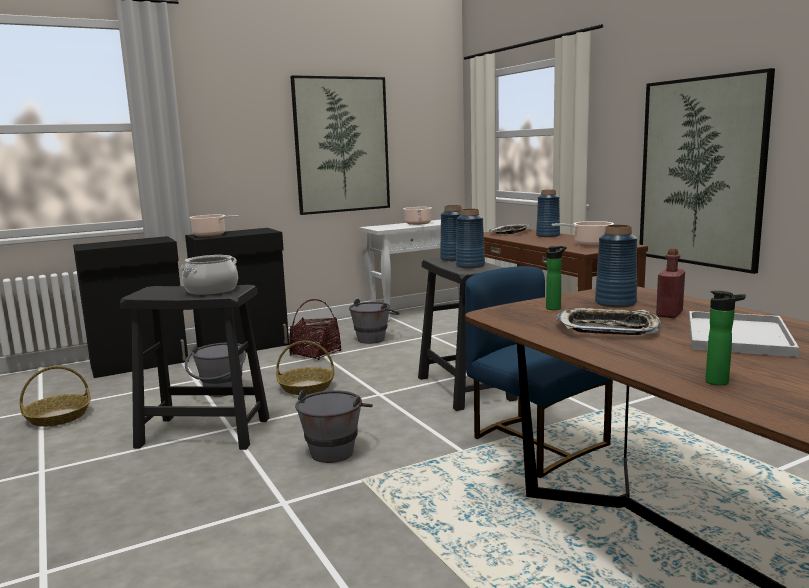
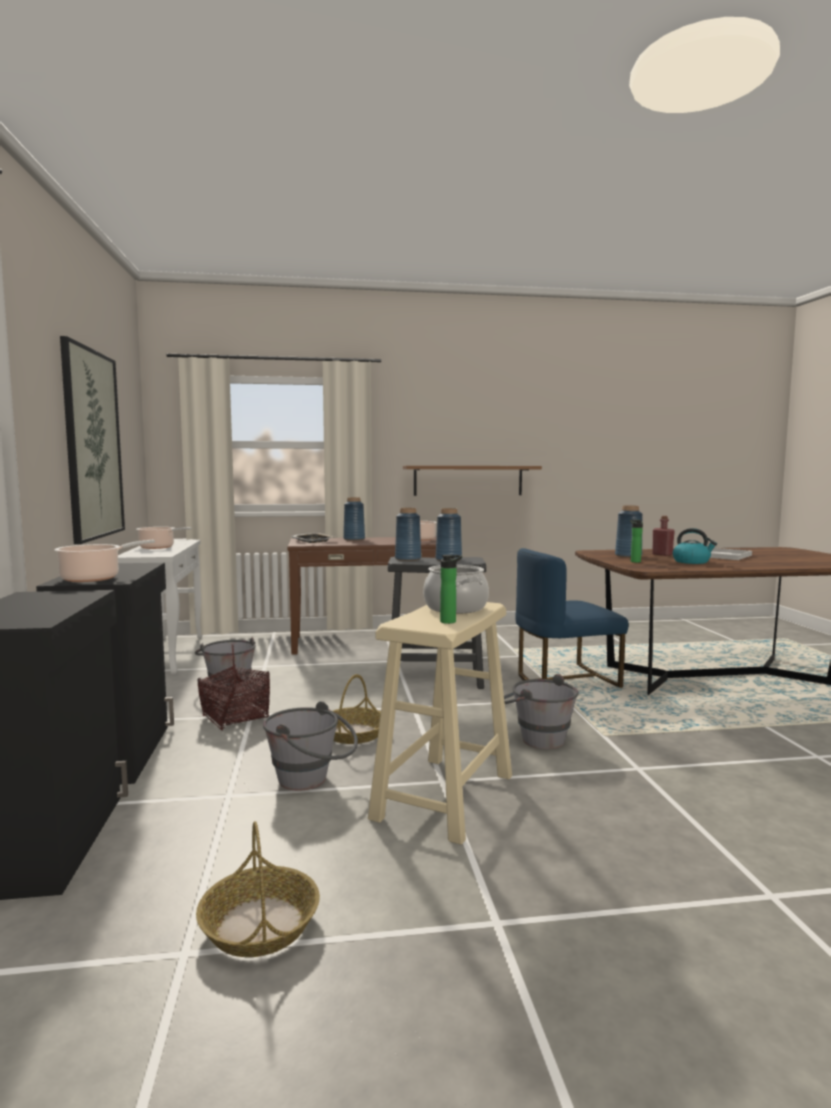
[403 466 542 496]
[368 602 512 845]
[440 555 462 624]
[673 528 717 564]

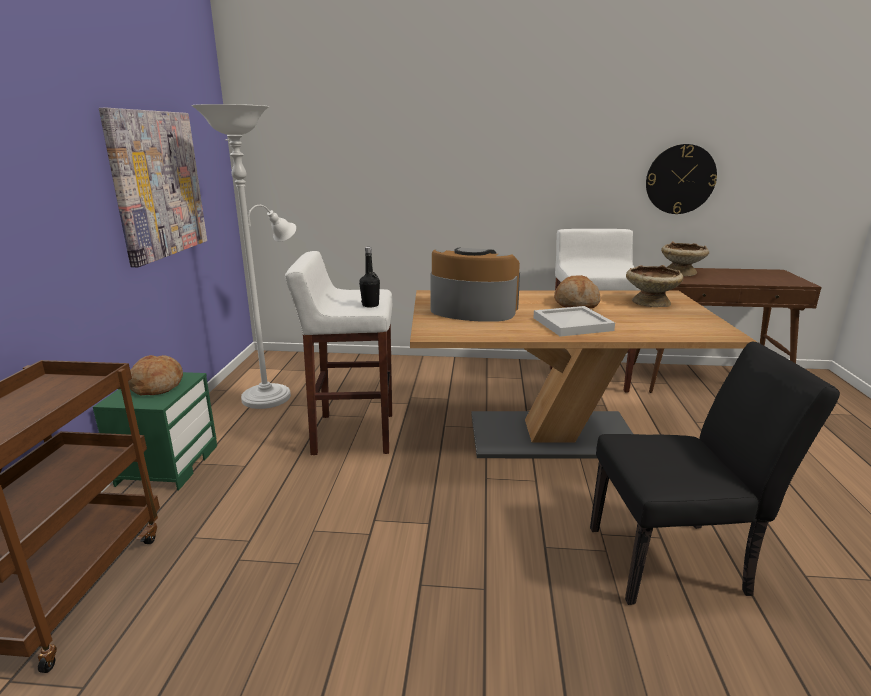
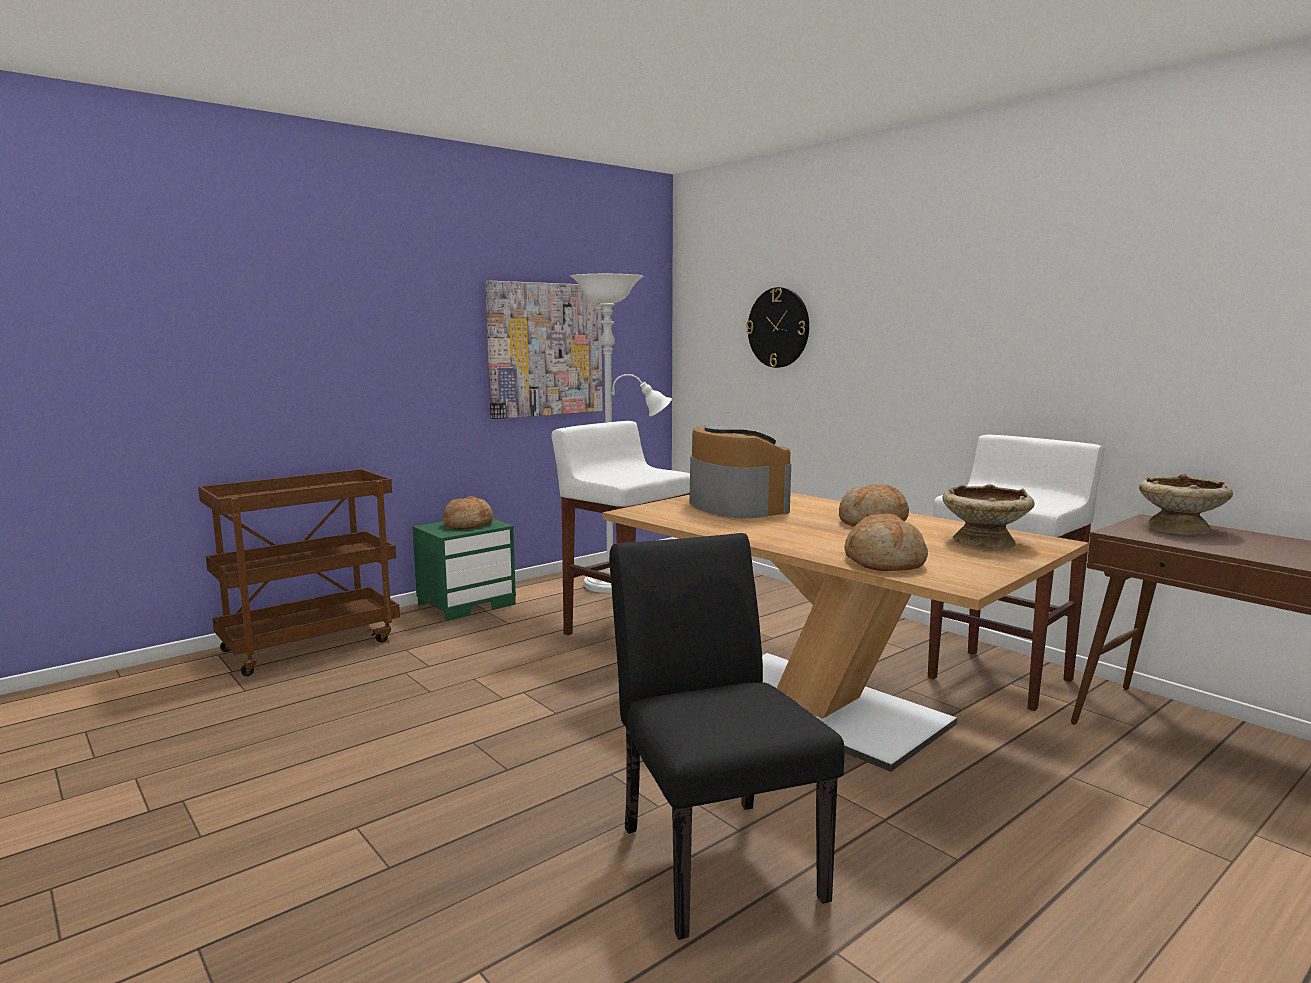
[746 287 809 368]
[359 247 380 308] (first image)
[533 306 615 337] (first image)
[609 533 844 940]
[845 513 928 571]

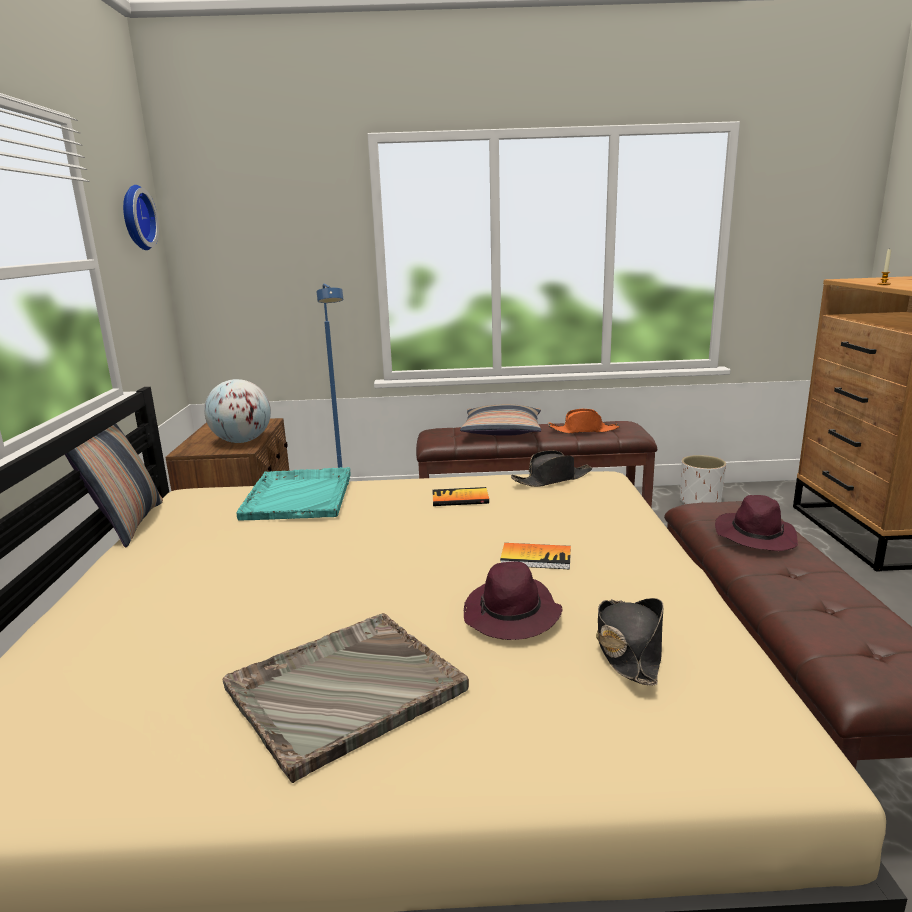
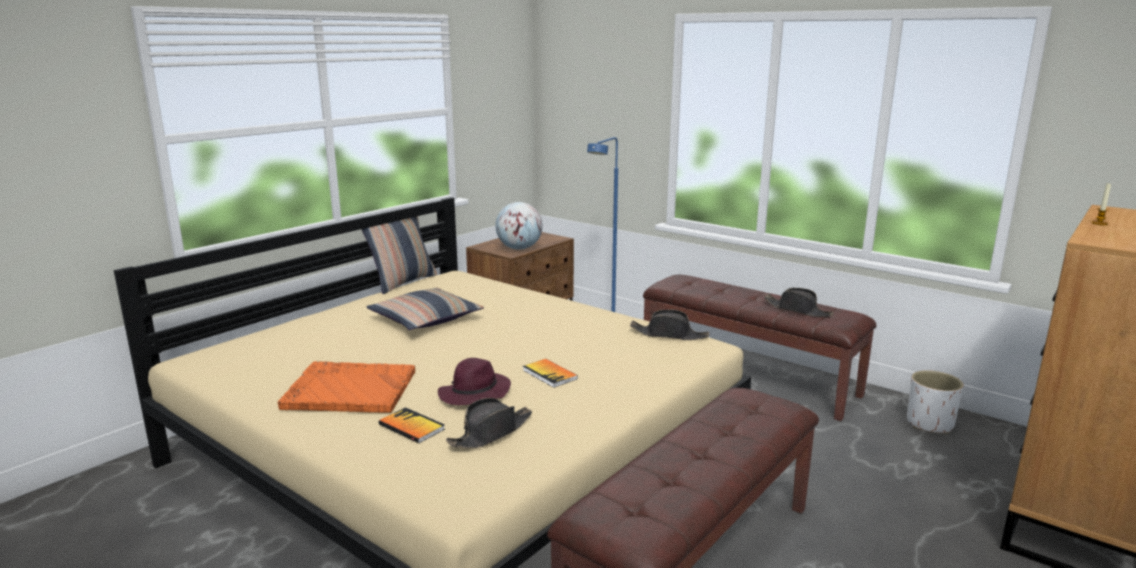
[123 185 159 250] (first image)
[366 288 484 330]
[764 288 834 317]
[236 467 351 521] (first image)
[379 407 445 443]
[715 495 798 551] (first image)
[277 361 415 413]

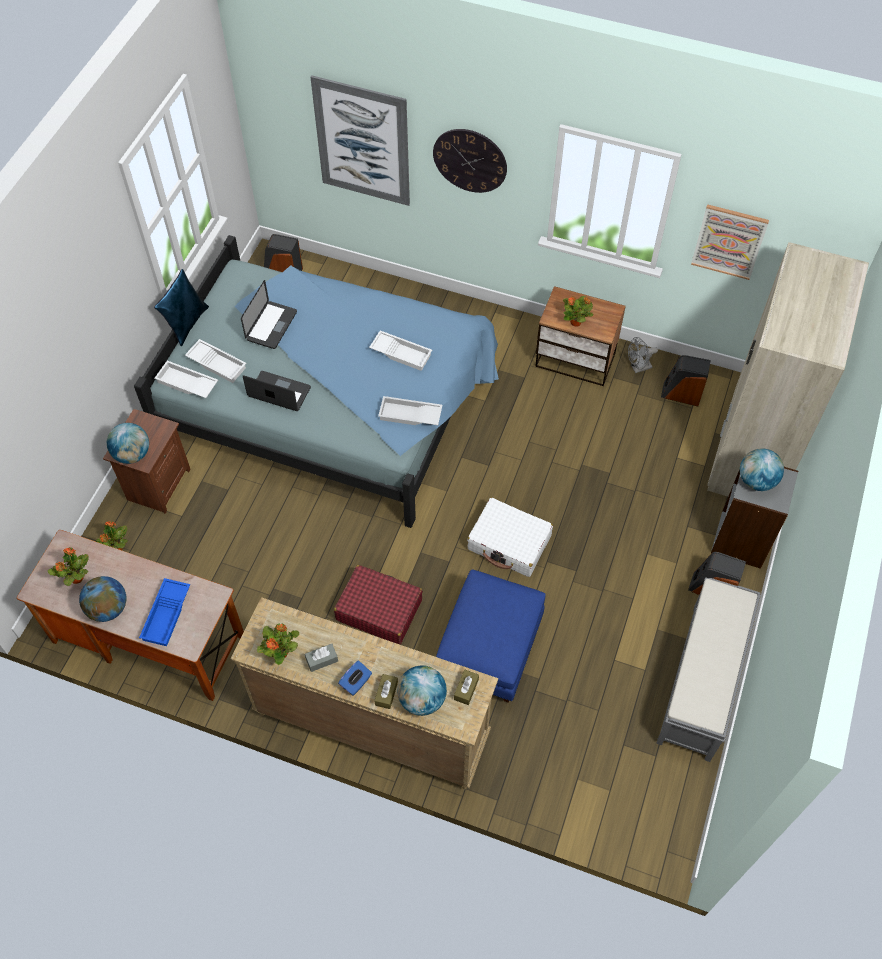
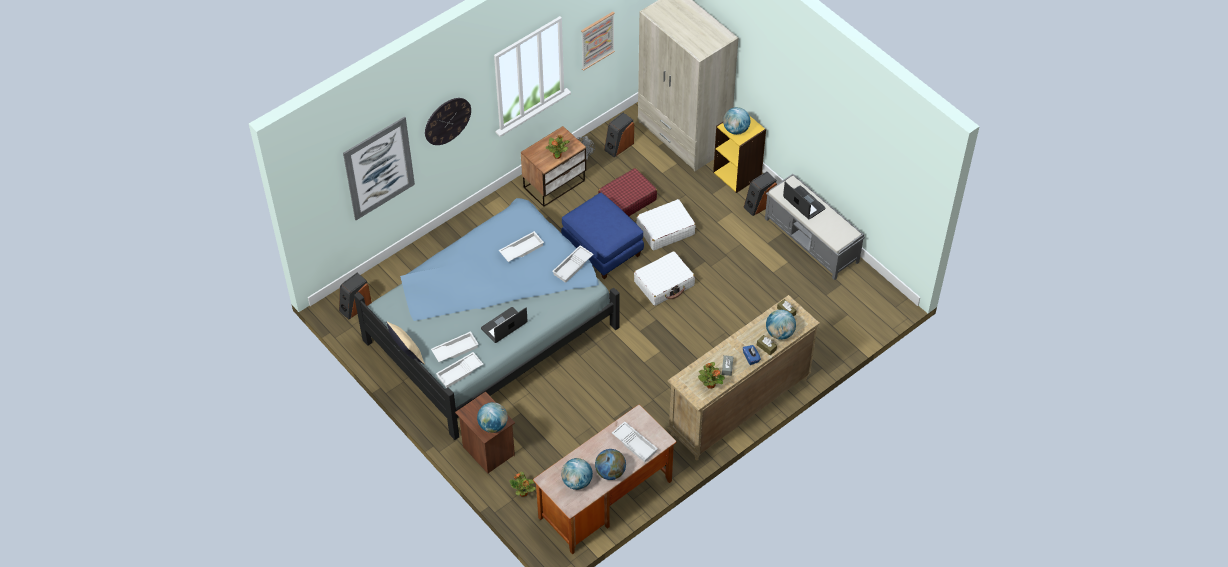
[386 321 425 364]
[783 182 825 220]
[713 115 766 193]
[561 458 593 490]
[598 168 657 216]
[561 193 644 279]
[612 421 658 462]
[637 199 696 251]

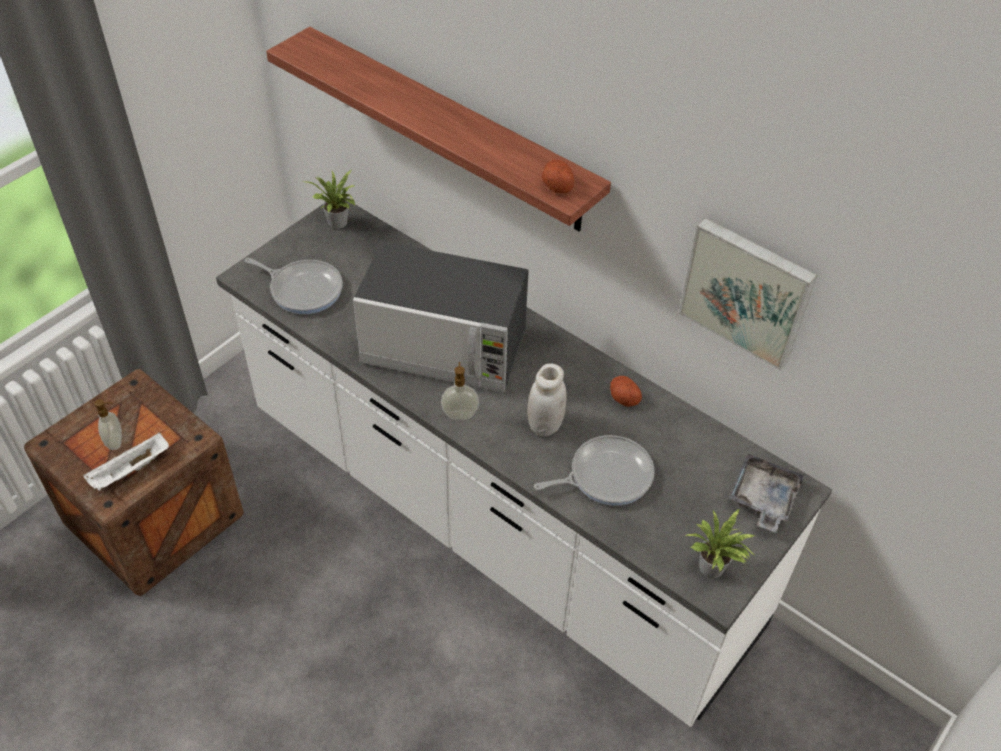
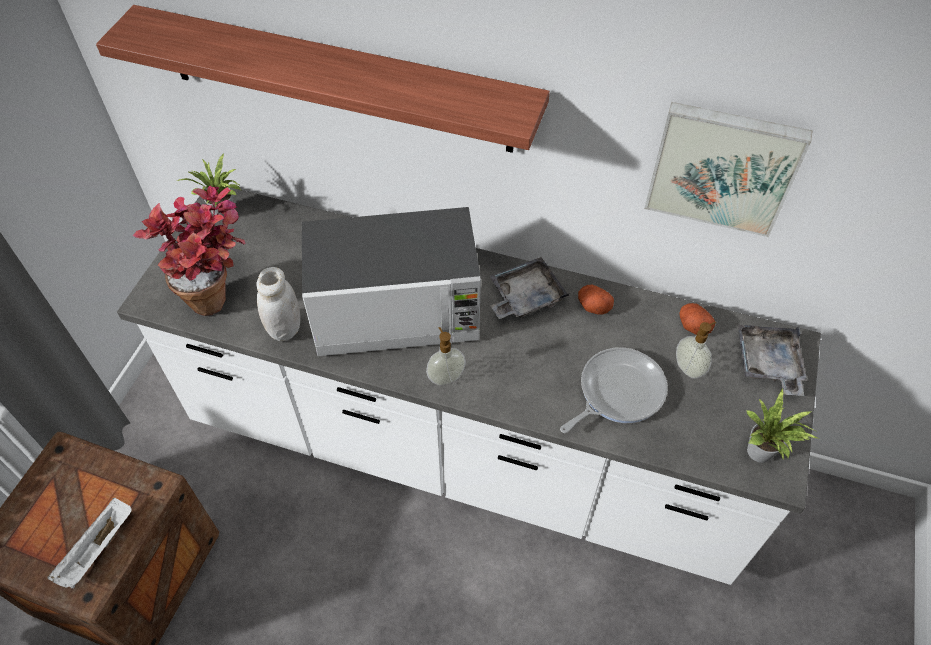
[680 303 715 335]
[133 186 246 316]
[256 267 300 341]
[676 322 716 379]
[490 257 569 319]

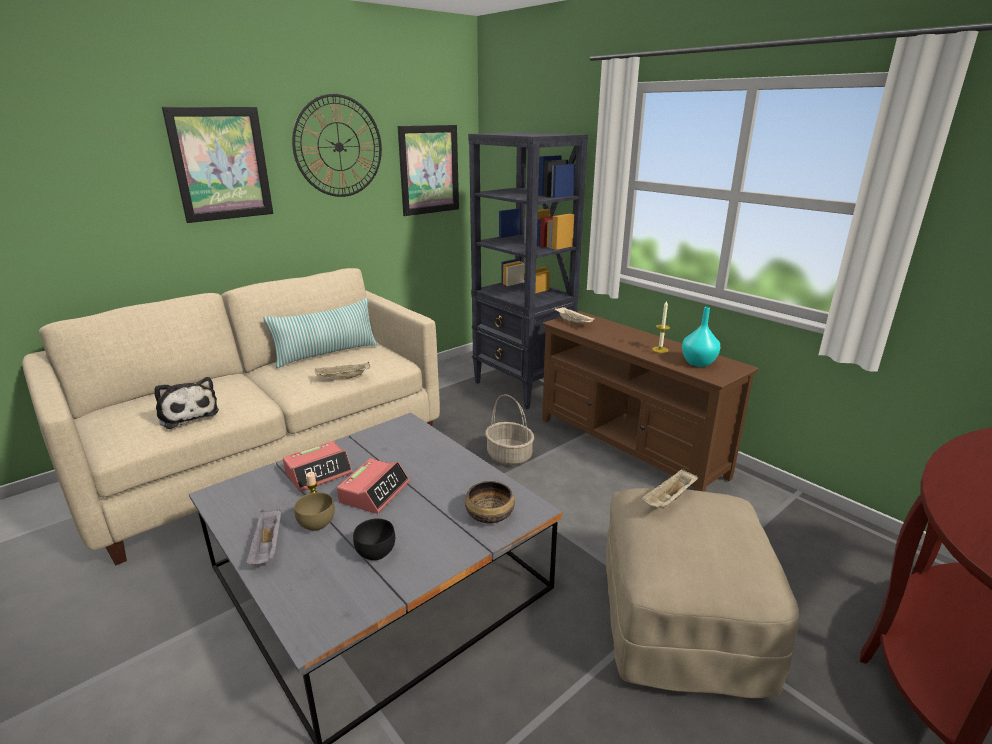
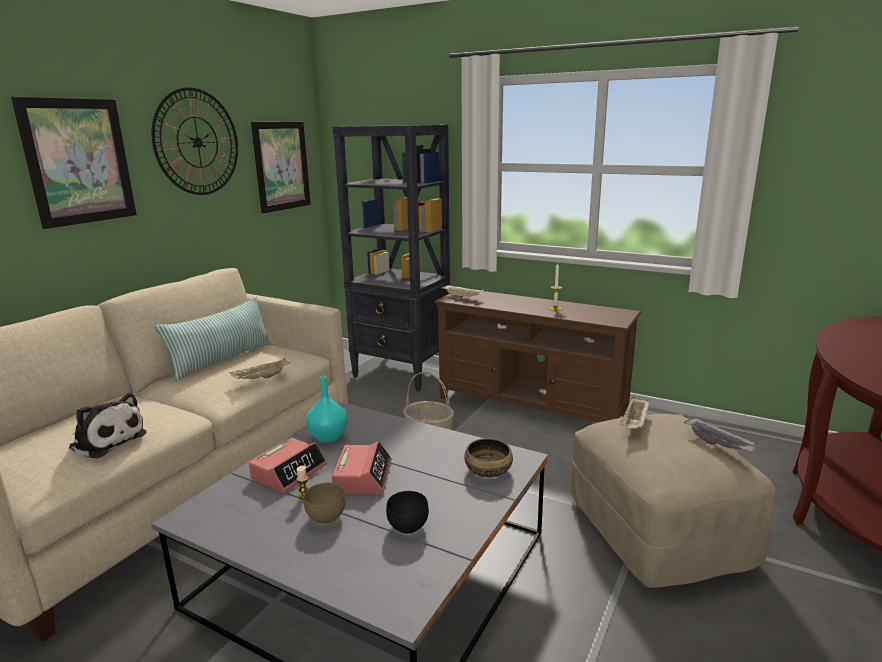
[306 376 348 443]
[684 417 757 452]

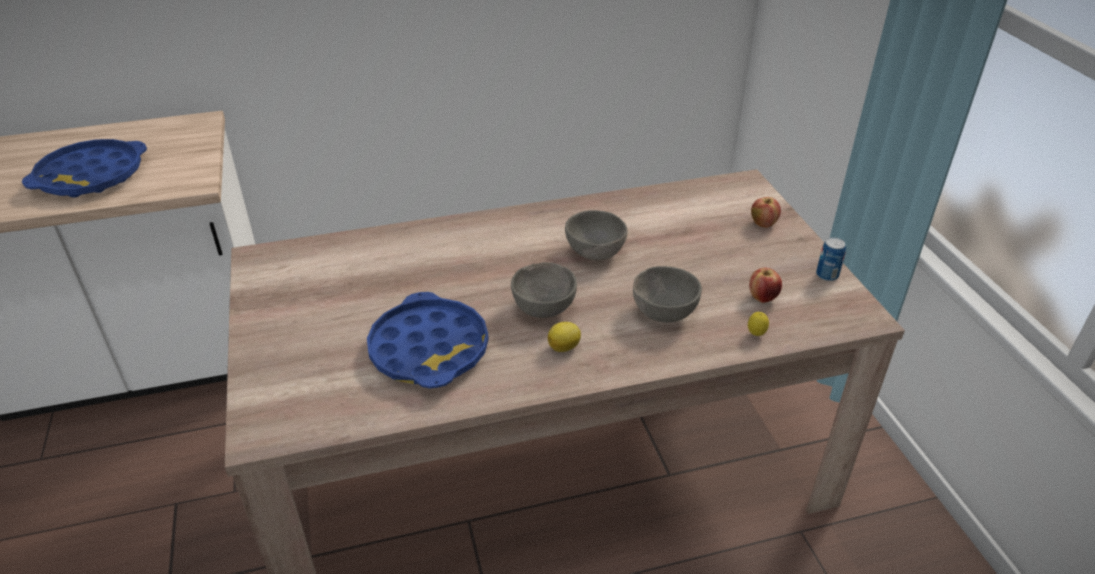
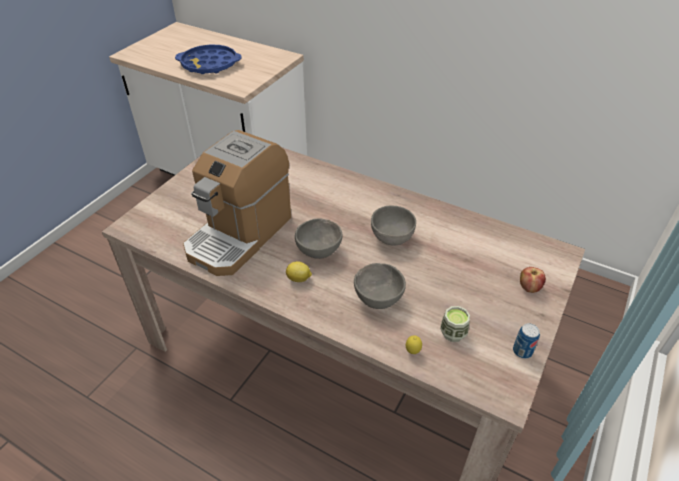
[440 306 470 342]
[183 130 291 276]

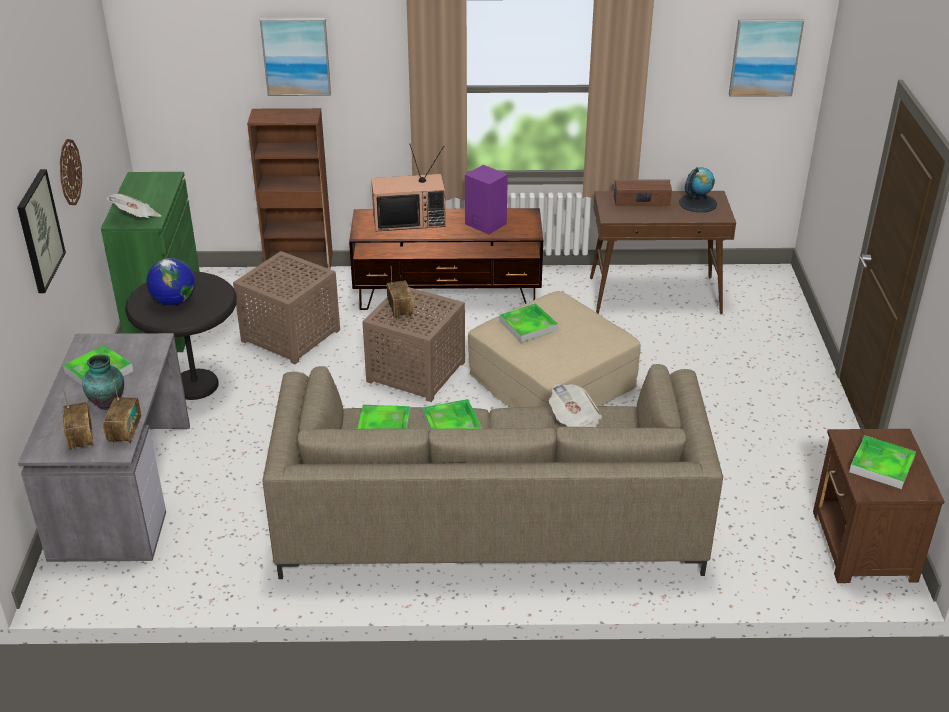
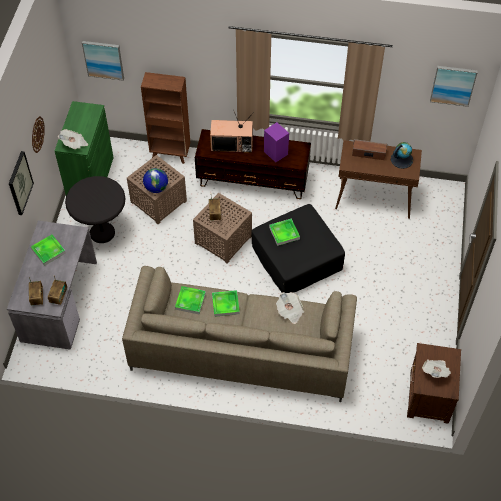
[82 41 124 81]
[143 168 168 193]
[251 204 345 293]
[82 354 124 410] (first image)
[422 360 451 378]

